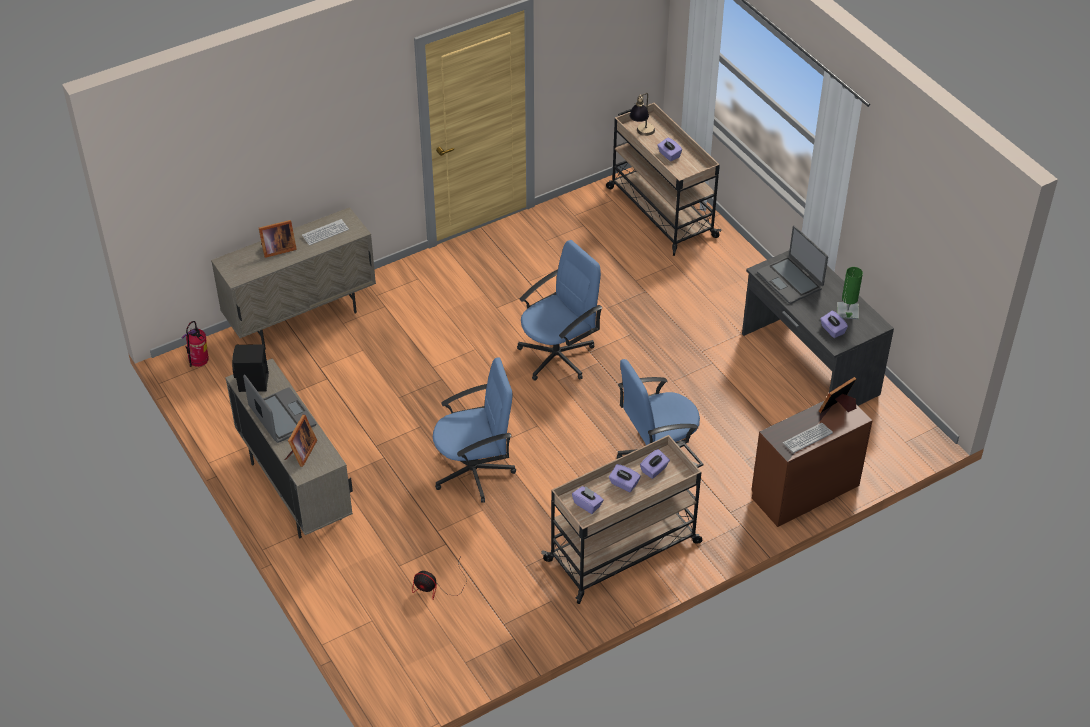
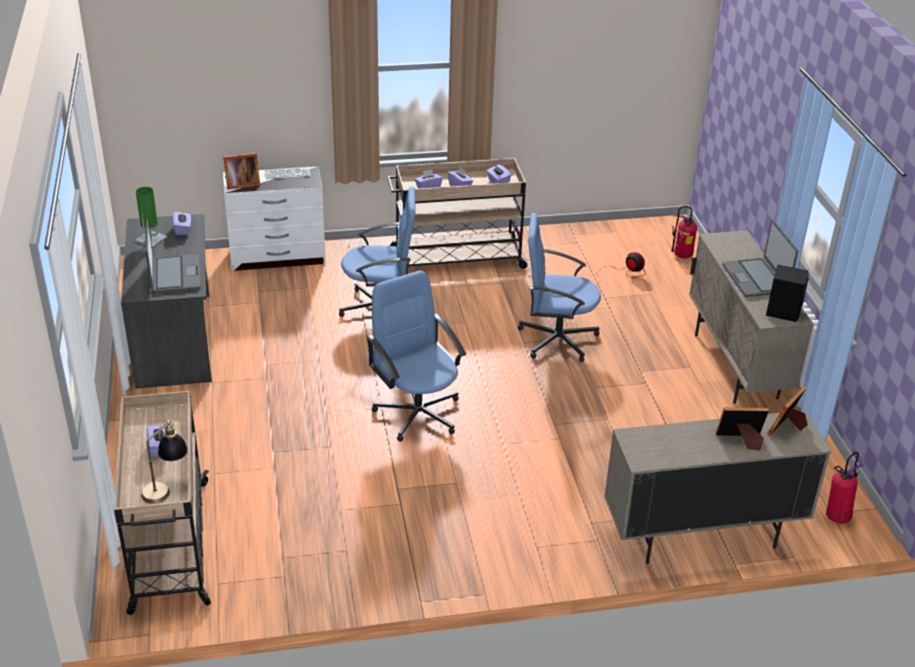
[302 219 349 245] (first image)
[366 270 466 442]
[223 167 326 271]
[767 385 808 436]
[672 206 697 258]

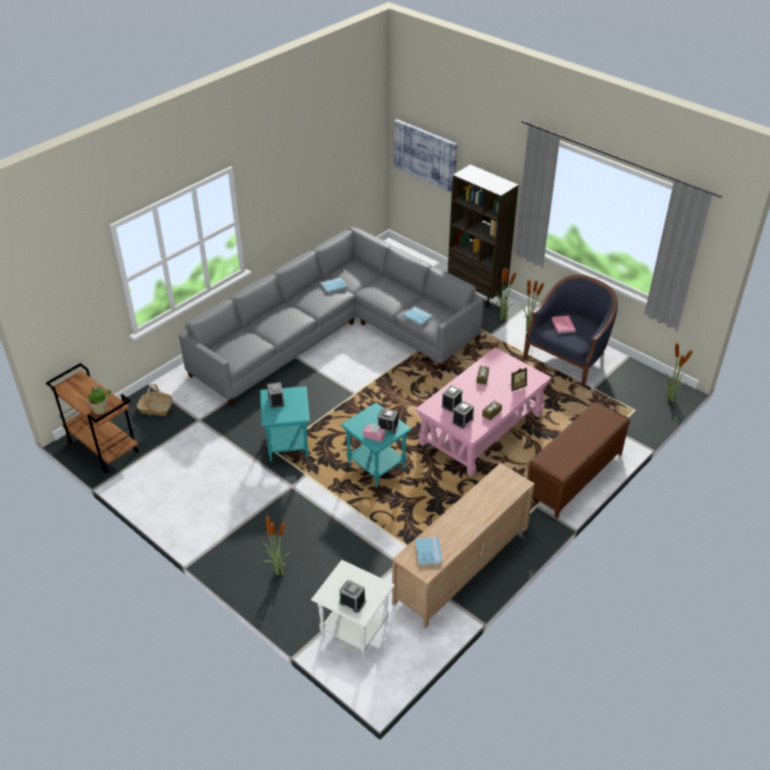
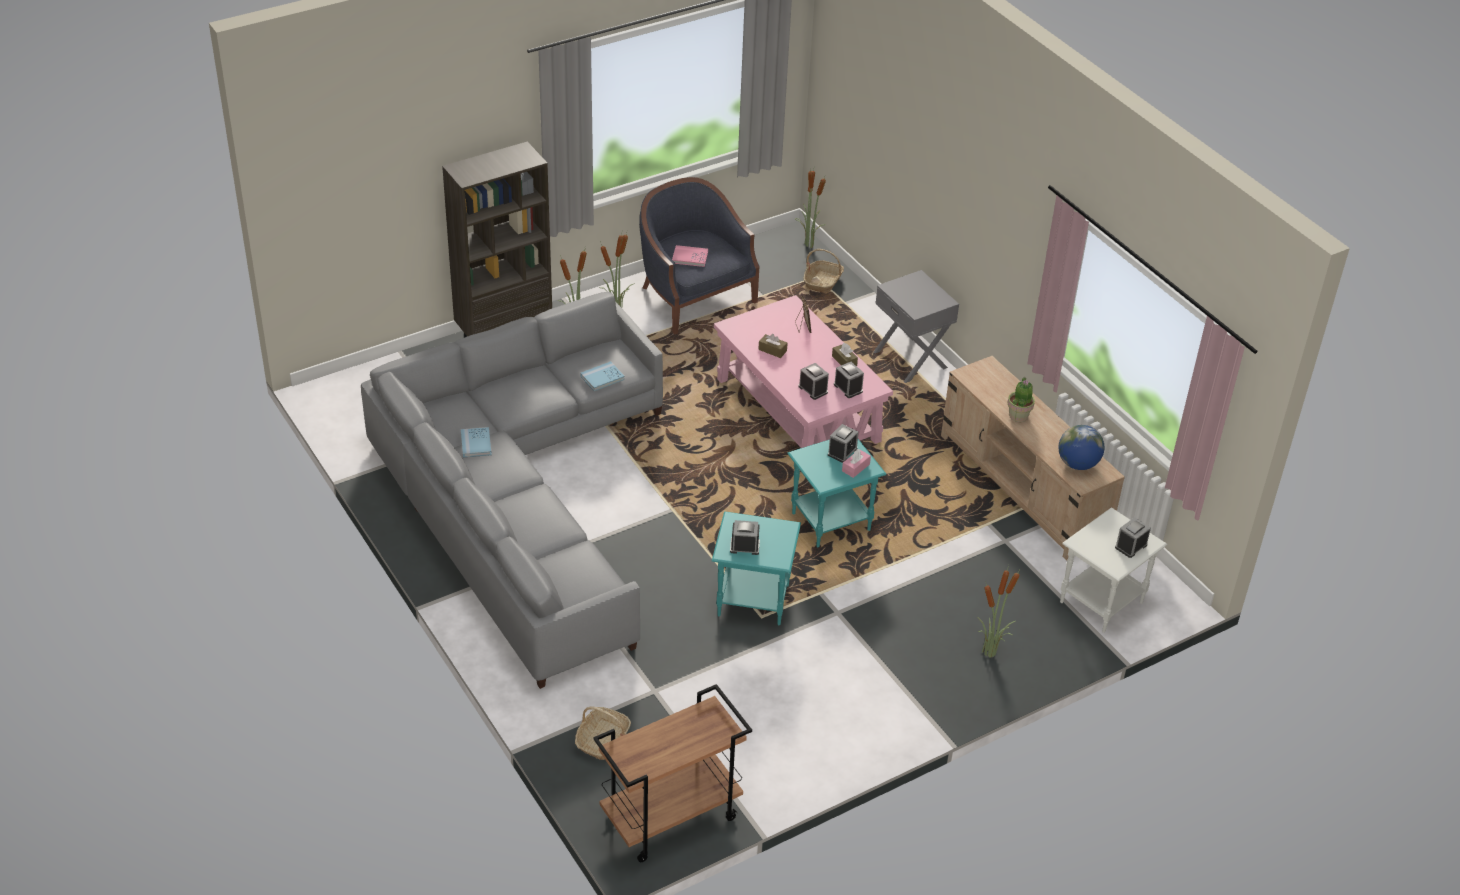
[394 119 457 192] (first image)
[1008 377 1035 422]
[874 270 959 383]
[1058 425 1104 470]
[804 249 844 294]

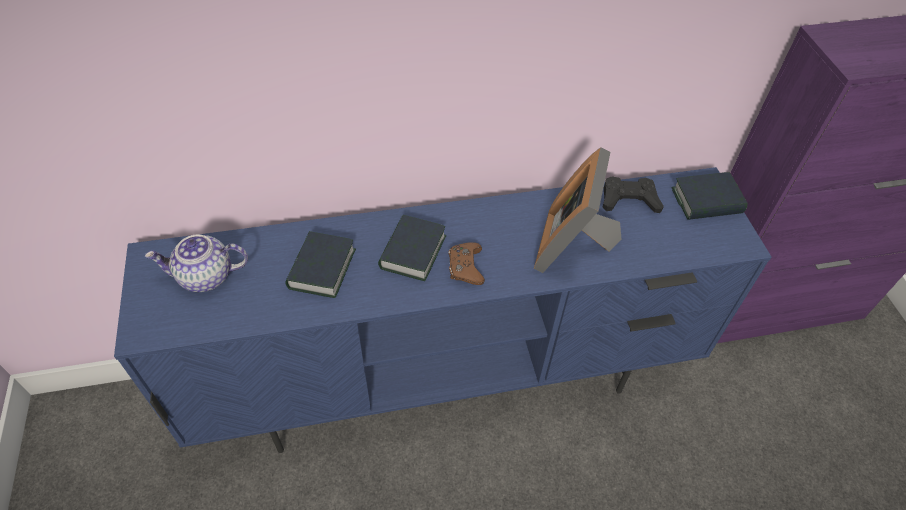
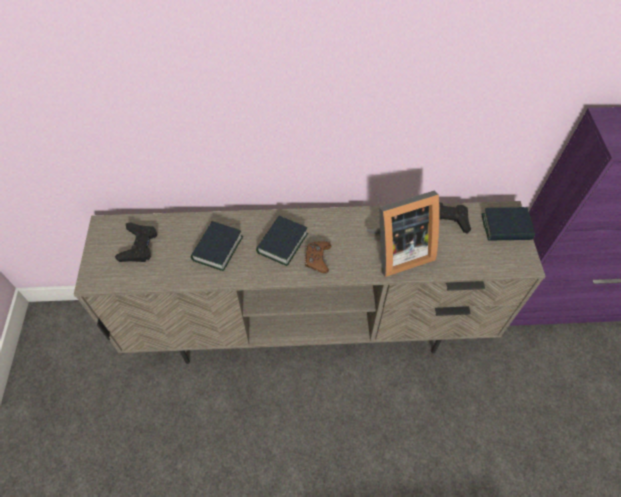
[366 190 440 277]
[74 201 546 364]
[115 222 157 262]

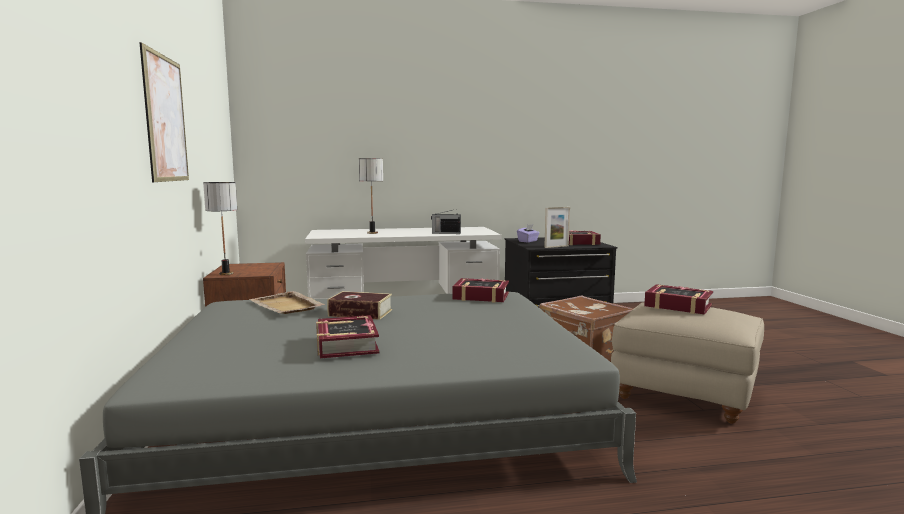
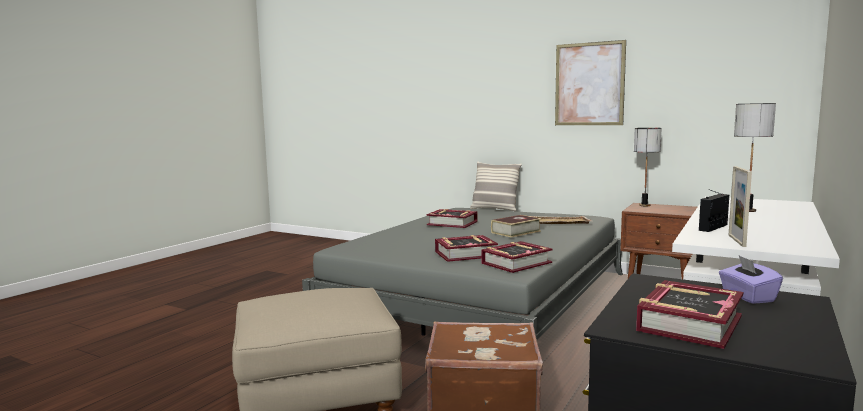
[729 166 752 247]
[435 235 498 262]
[470 162 522 211]

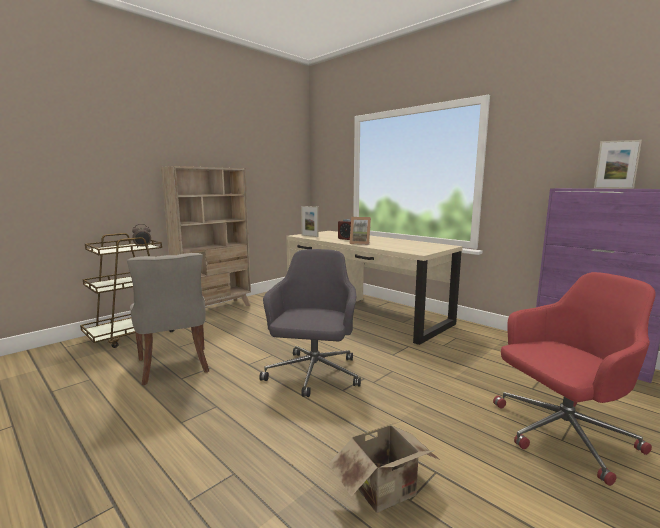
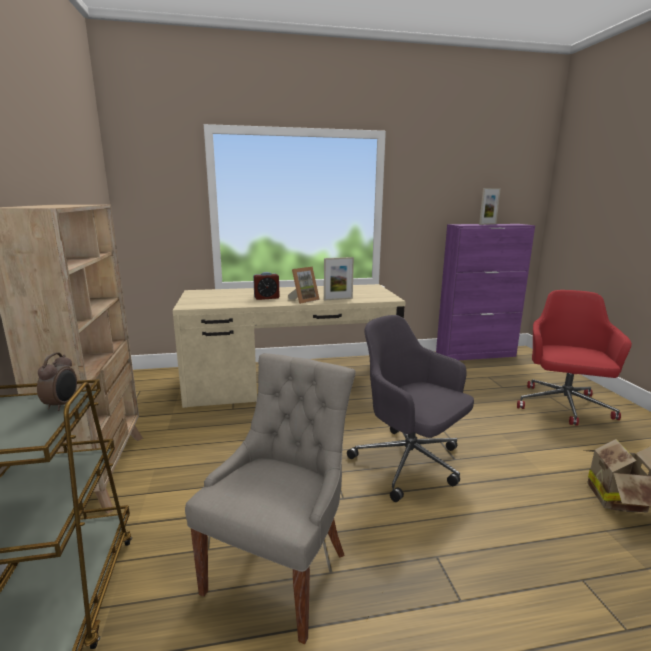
[324 257 354 301]
[185 353 356 644]

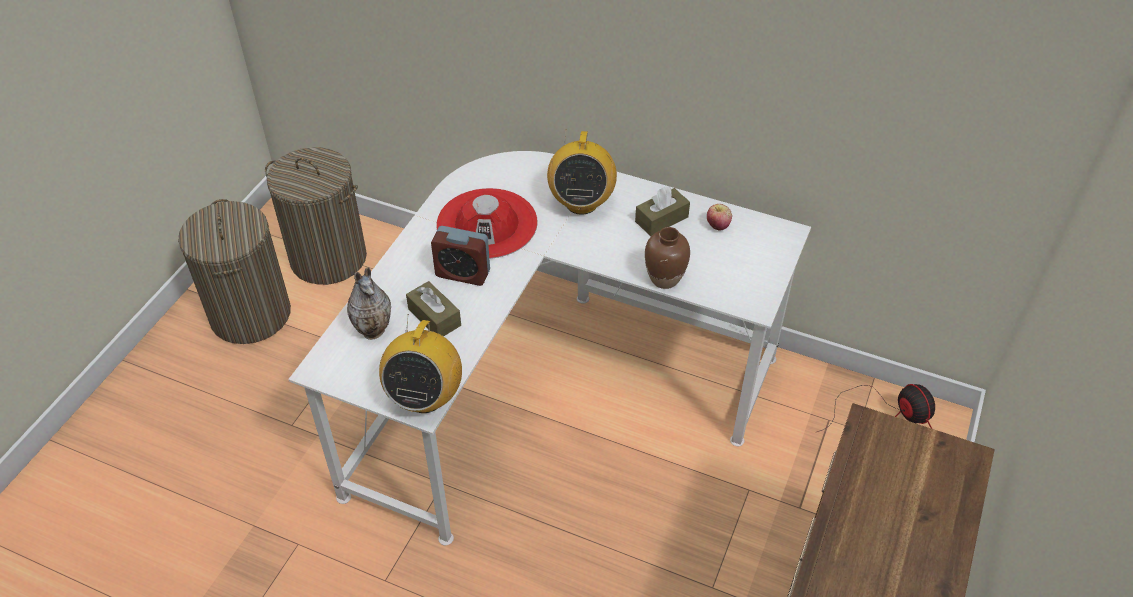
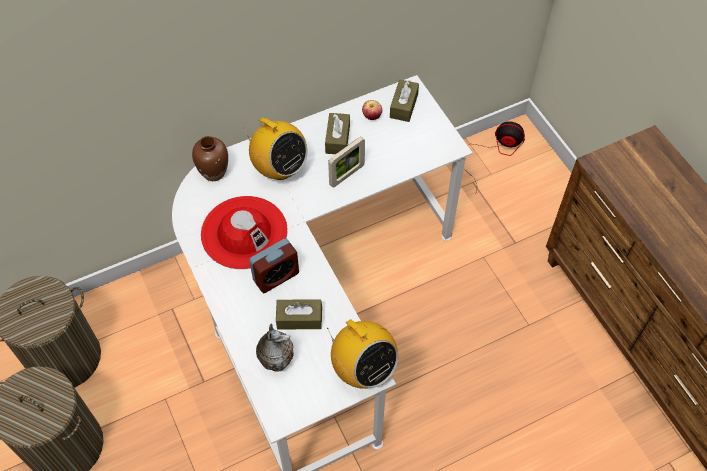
[192 136 228 181]
[390 80 419 122]
[328 137 365 187]

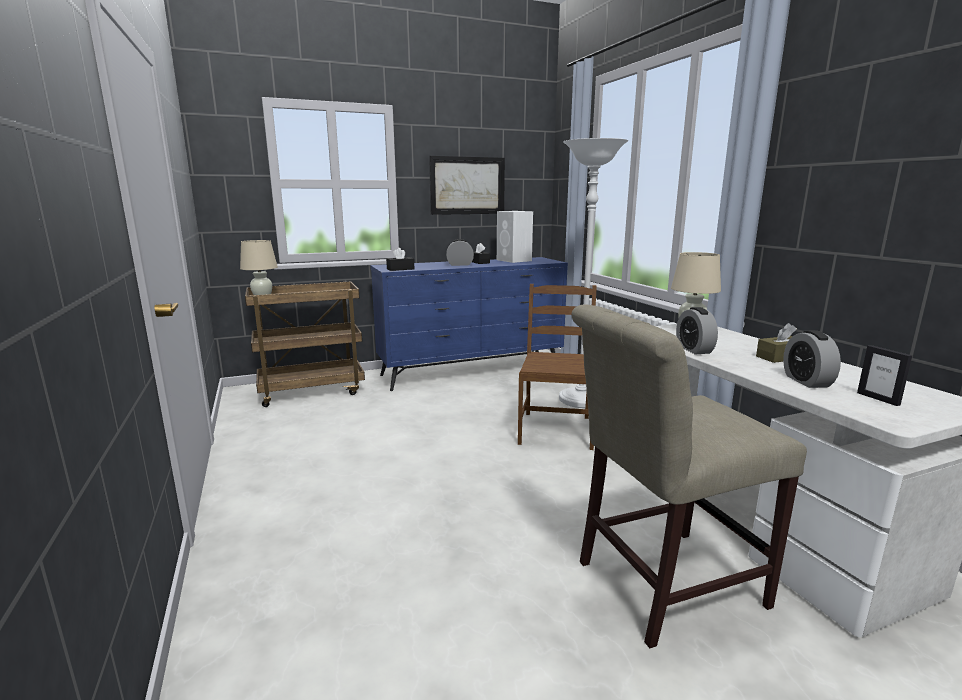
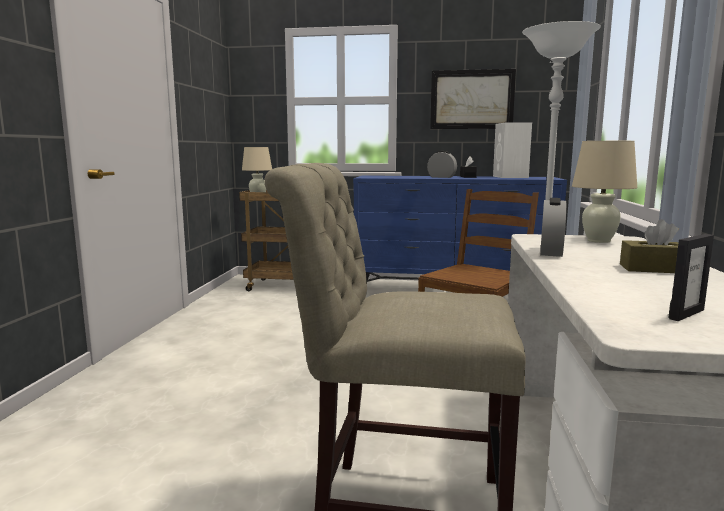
[386 248 414 271] (first image)
[783 330 841 388] (first image)
[668 234 714 321]

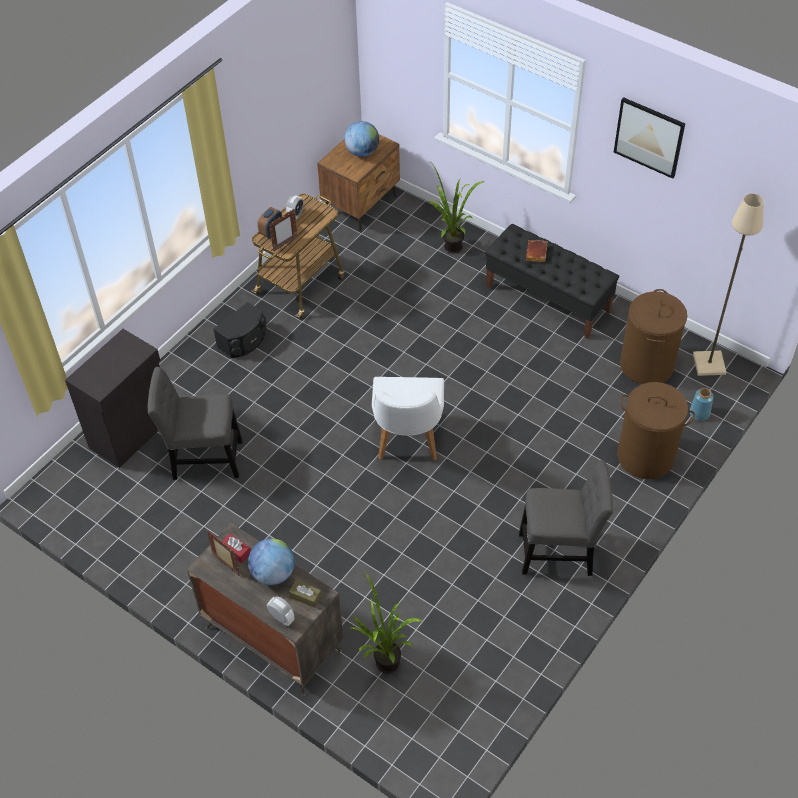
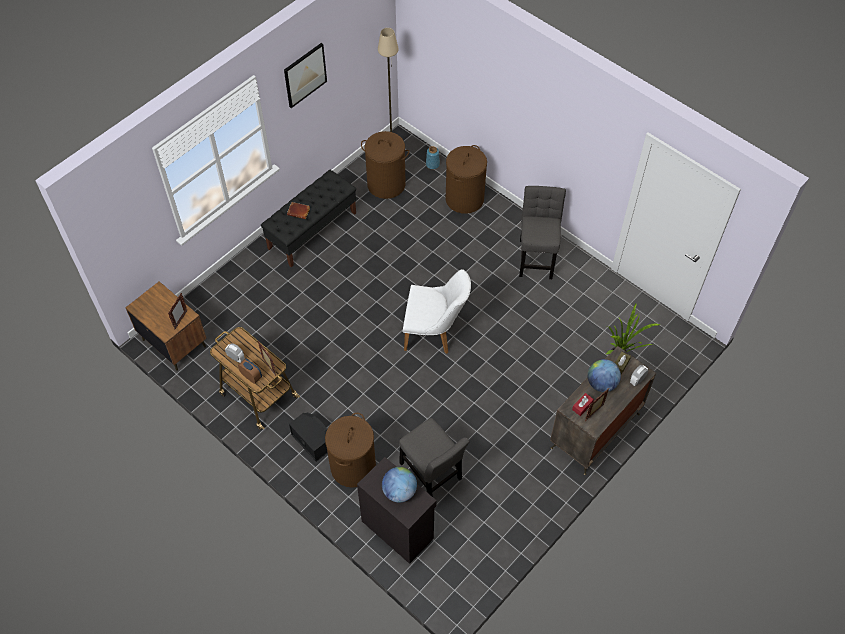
[382 467 417 503]
[428 164 486 253] (first image)
[399 418 469 497]
[168 293 187 330]
[325 413 376 488]

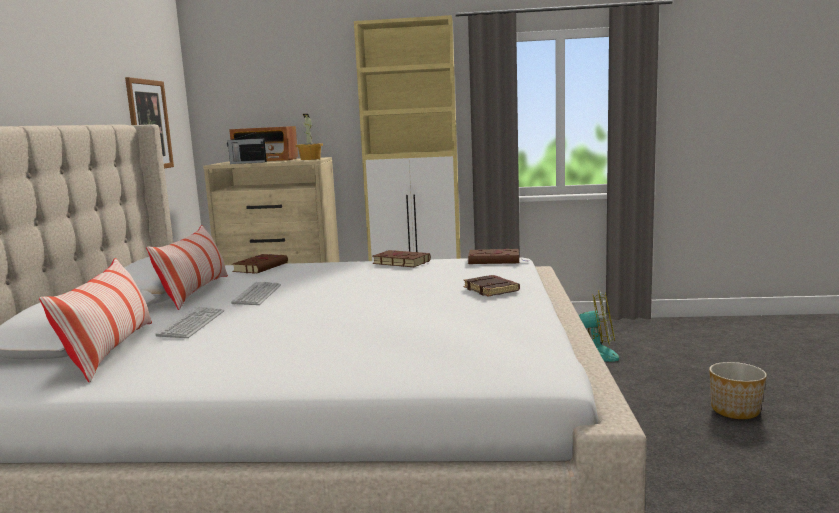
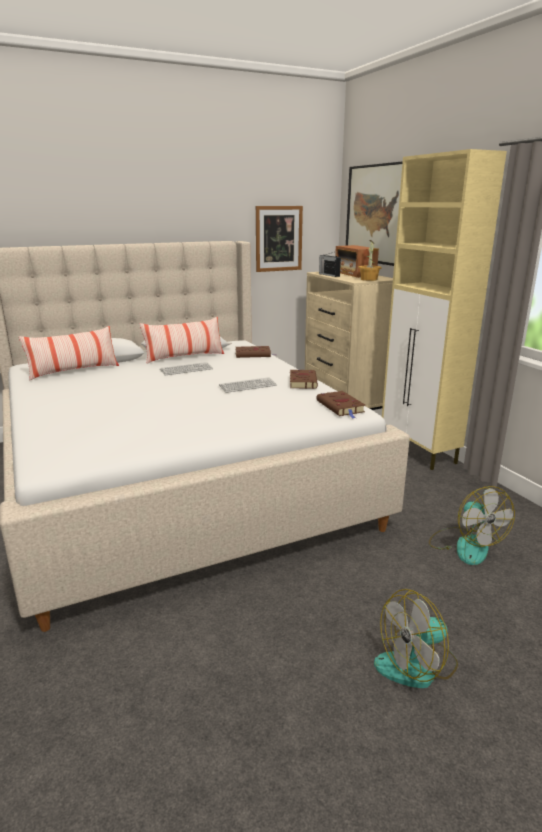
[463 275 520 297] (first image)
[219 377 277 393]
[374 589 458 688]
[346 161 403 266]

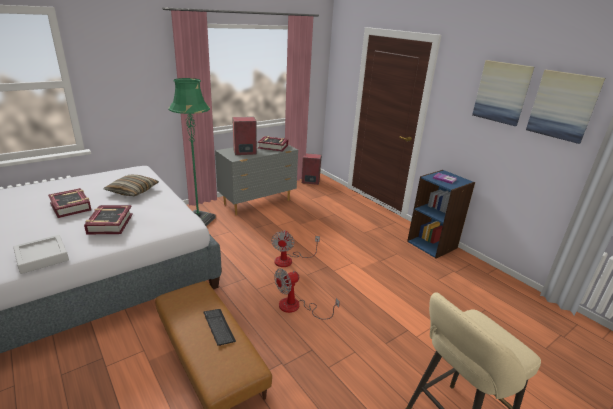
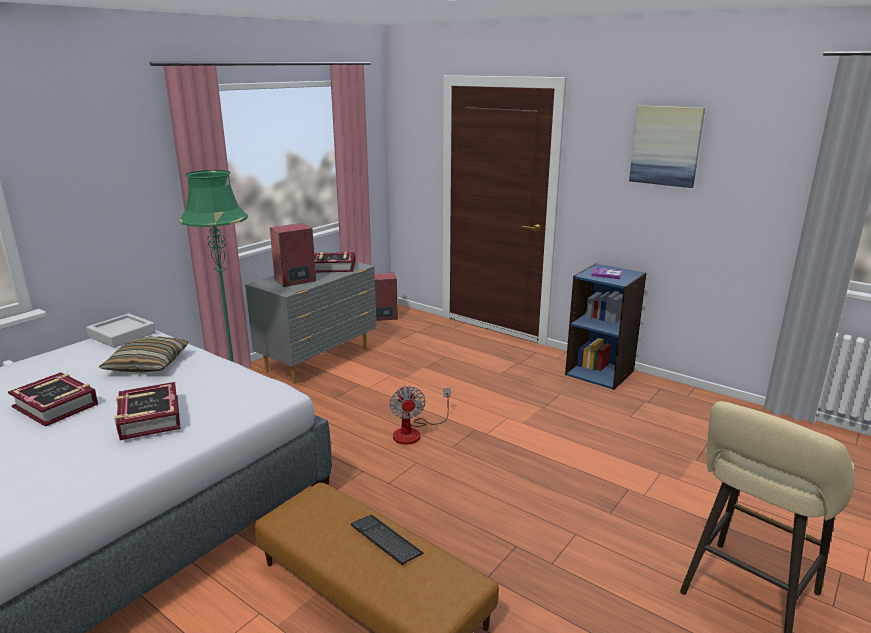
[526 70 605 144] (first image)
[86 313 156 348]
[274 268 340 319] (first image)

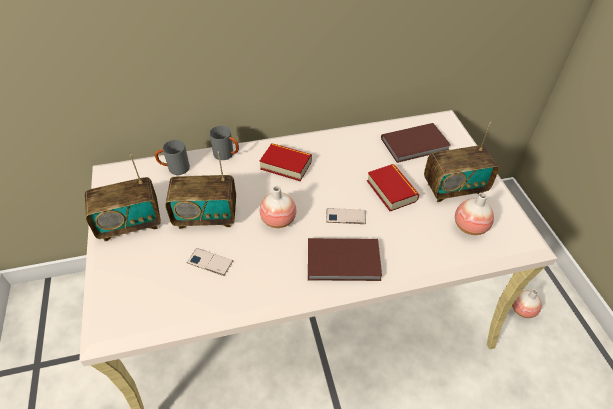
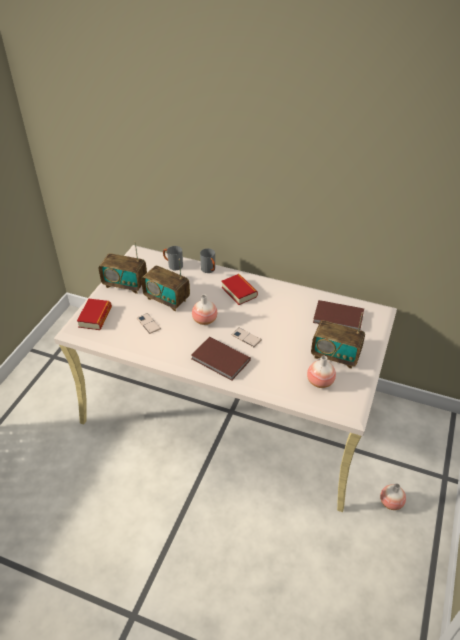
[77 299 112 330]

